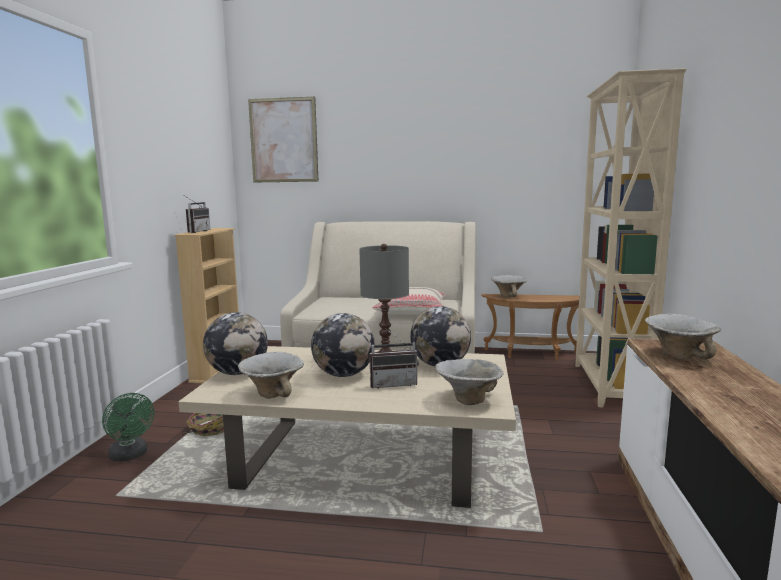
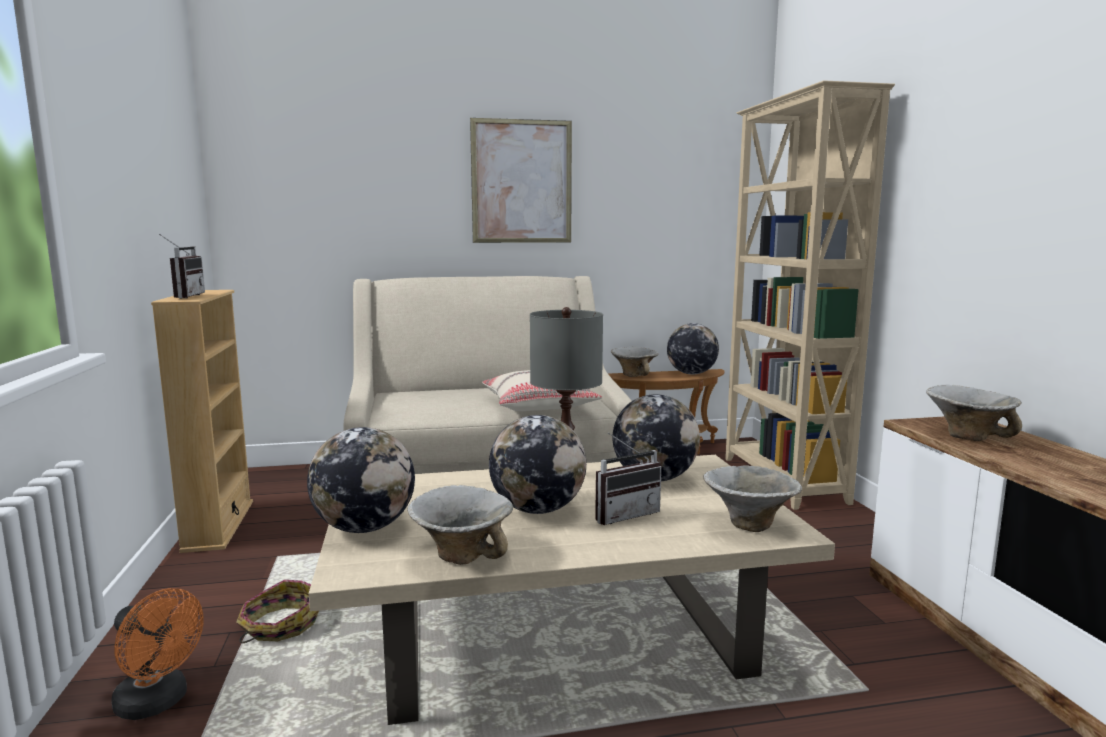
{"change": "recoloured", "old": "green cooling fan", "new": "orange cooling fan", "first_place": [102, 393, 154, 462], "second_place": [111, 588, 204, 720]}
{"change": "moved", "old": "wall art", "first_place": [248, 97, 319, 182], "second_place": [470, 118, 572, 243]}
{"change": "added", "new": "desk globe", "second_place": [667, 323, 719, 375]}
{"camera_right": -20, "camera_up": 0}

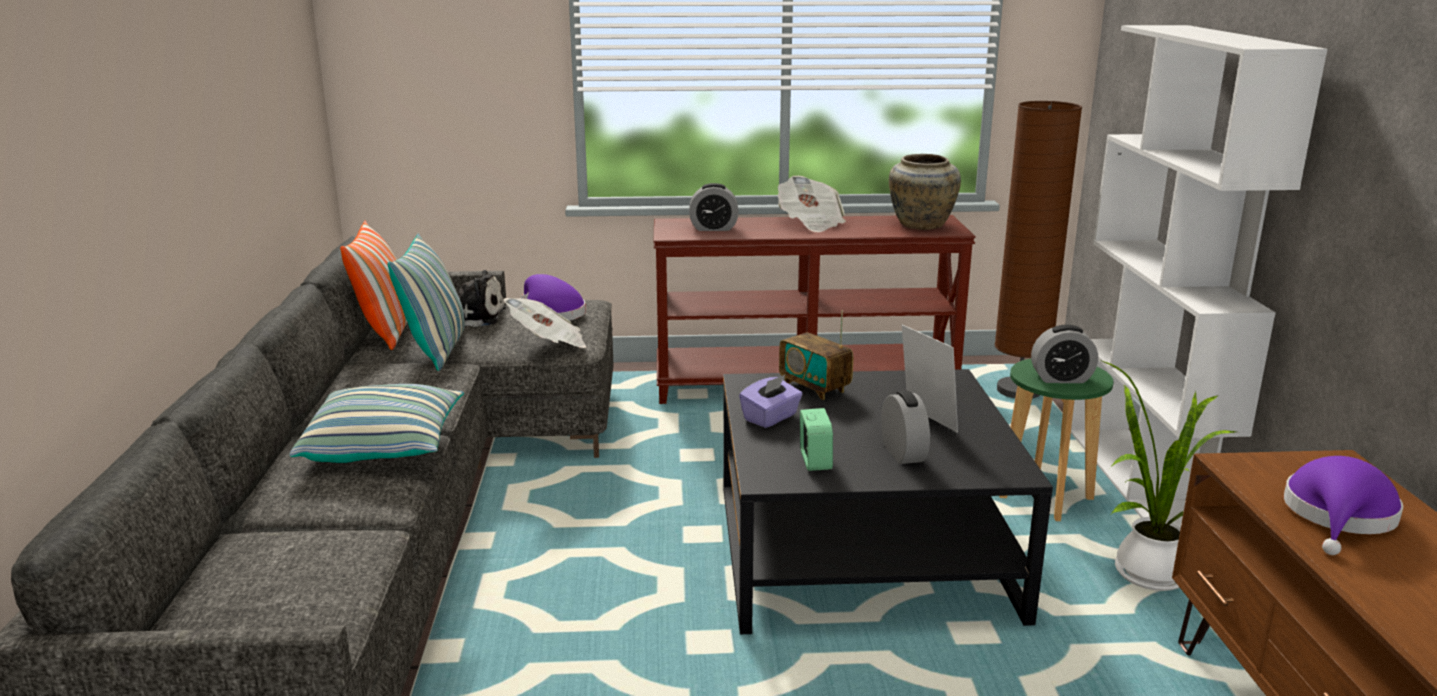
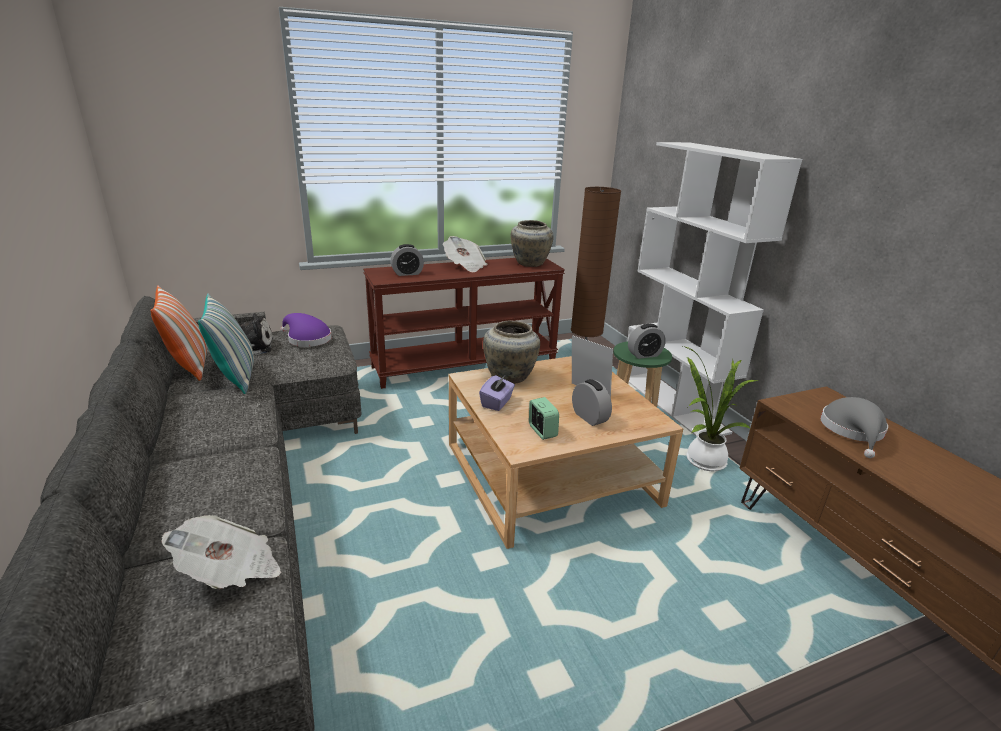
{"change": "removed", "old": "cushion", "first_place": [290, 384, 464, 463]}
{"change": "moved", "old": "daily paper", "first_place": [504, 298, 587, 348], "second_place": [162, 515, 281, 589]}
{"change": "recoloured", "old": "black low table", "new": "beige low table", "first_place": [723, 369, 1053, 634], "second_place": [449, 356, 683, 549]}
{"change": "replaced", "old": "radio receiver", "new": "beige vase", "first_place": [779, 310, 853, 400], "second_place": [483, 321, 540, 384]}
{"change": "recoloured", "old": "purple clothing hat", "new": "grey clothing hat", "first_place": [1284, 456, 1403, 555], "second_place": [820, 397, 888, 458]}
{"camera_right": -20, "camera_up": 5}

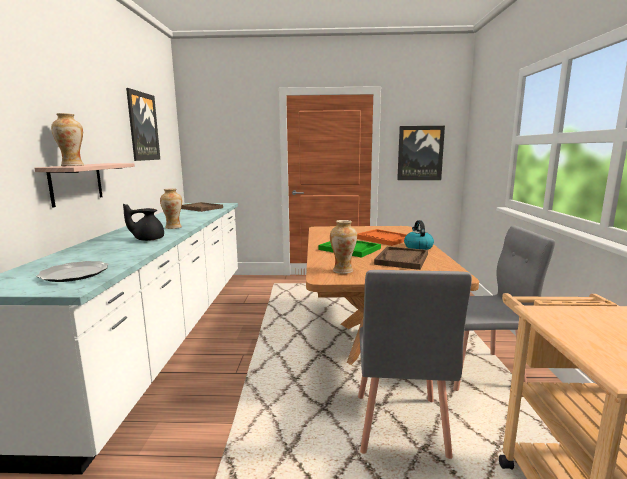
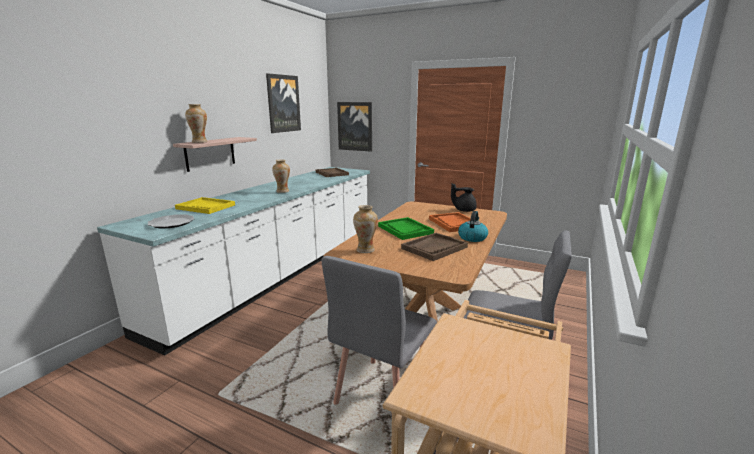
{"change": "moved", "old": "black pot for tea", "first_place": [123, 204, 164, 241], "second_place": [451, 183, 477, 212]}
{"change": "moved", "old": "wall art", "first_place": [397, 126, 445, 180], "second_place": [337, 102, 372, 152]}
{"change": "added", "new": "yellow tray", "second_place": [175, 197, 235, 214]}
{"camera_right": 25, "camera_up": 5}

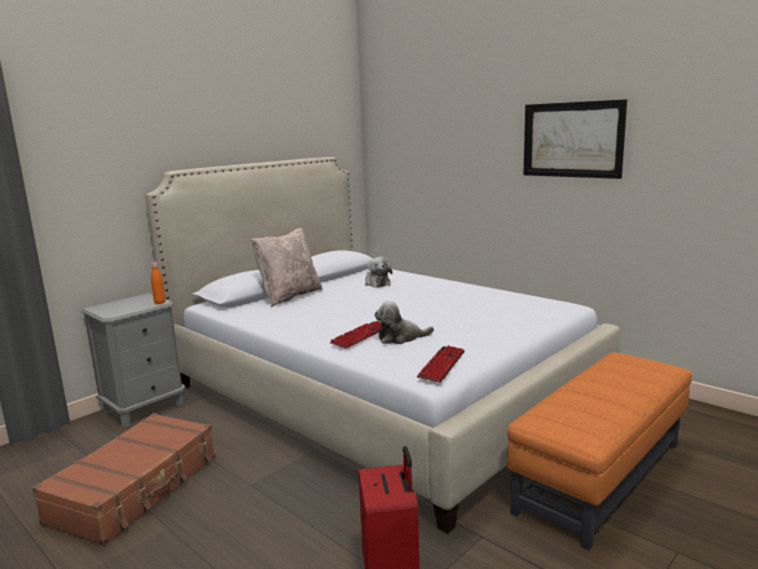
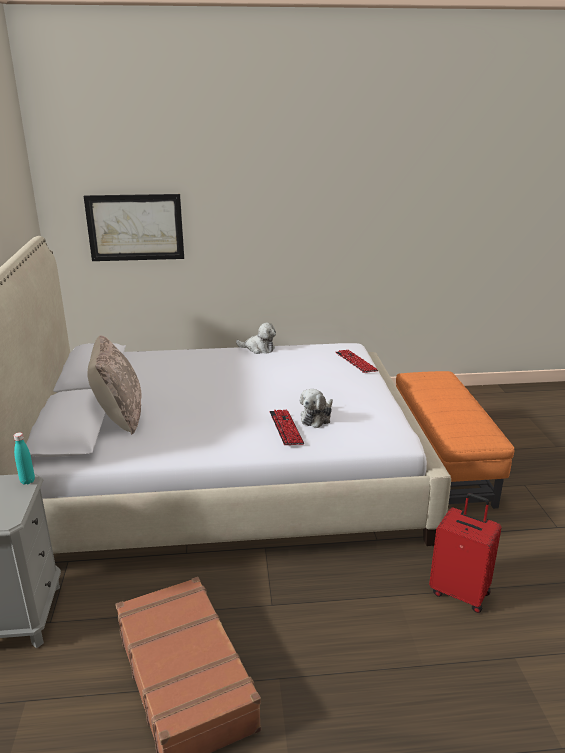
{"change": "recoloured", "old": "orange drink bottle", "new": "turquoise-coloured drink bottle", "first_place": [151, 262, 165, 304], "second_place": [14, 432, 35, 485]}
{"change": "moved", "old": "cuddly toy", "first_place": [365, 257, 393, 287], "second_place": [236, 322, 276, 354]}
{"change": "moved", "old": "computer keyboard", "first_place": [417, 345, 465, 383], "second_place": [335, 350, 378, 373]}
{"change": "moved", "old": "wall art", "first_place": [523, 99, 627, 179], "second_place": [84, 194, 184, 261]}
{"camera_right": -50, "camera_up": 10}

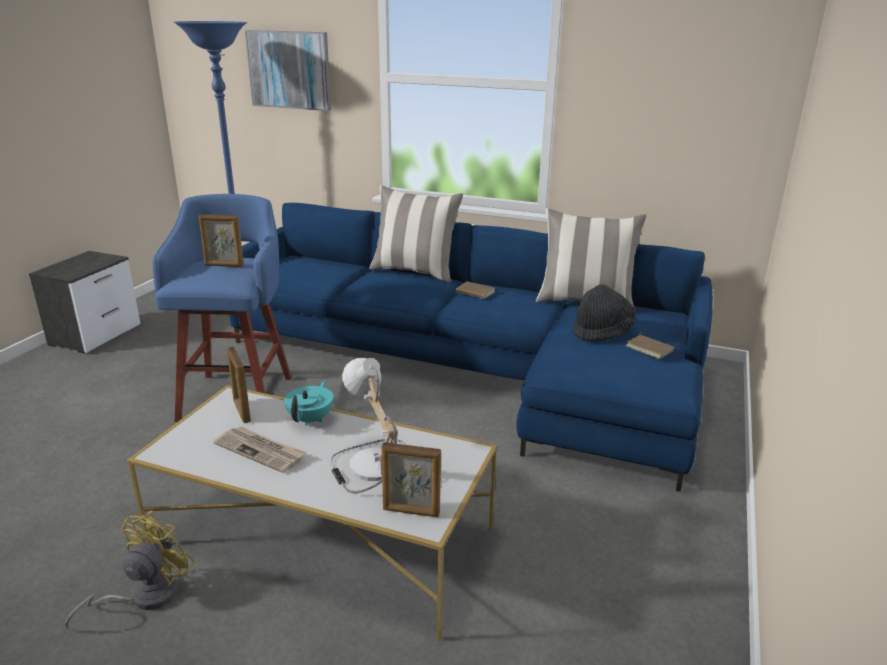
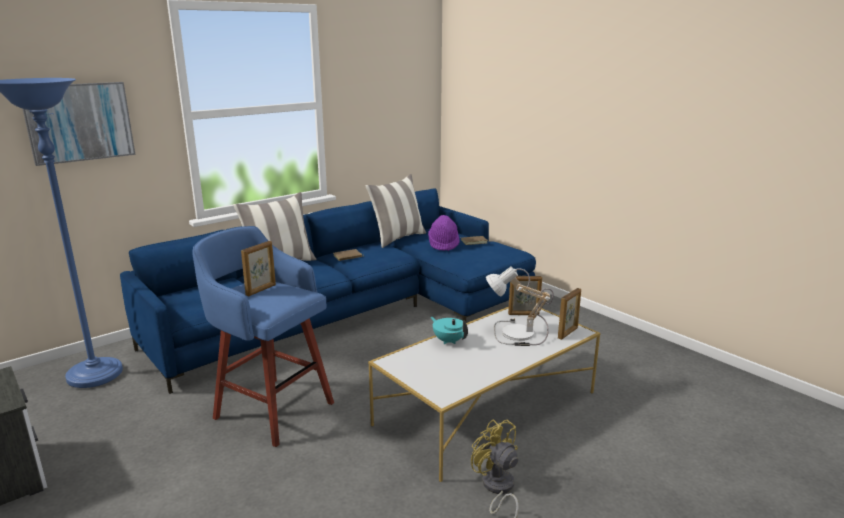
{"change": "removed", "old": "daily paper", "first_place": [214, 426, 305, 473]}
{"change": "moved", "old": "photo frame", "first_place": [227, 347, 251, 423], "second_place": [508, 276, 542, 315]}
{"change": "recoloured", "old": "black clothing hat", "new": "purple clothing hat", "first_place": [573, 284, 636, 341], "second_place": [428, 215, 460, 251]}
{"camera_right": -60, "camera_up": -5}

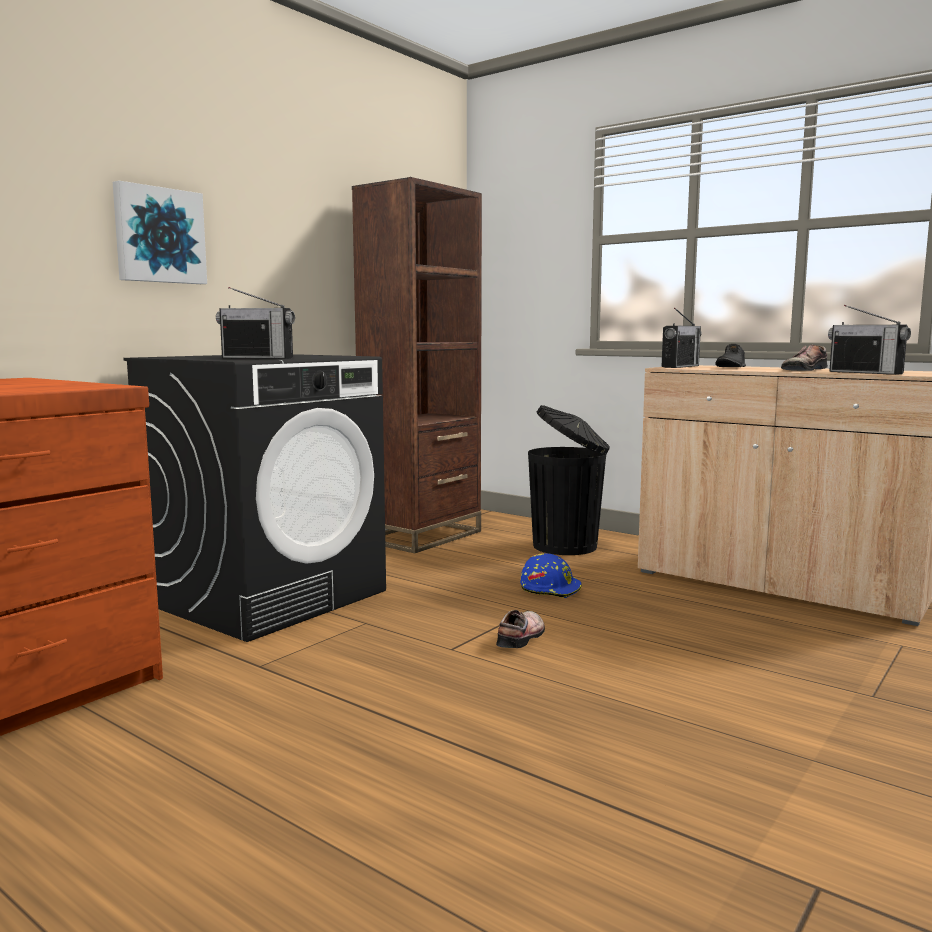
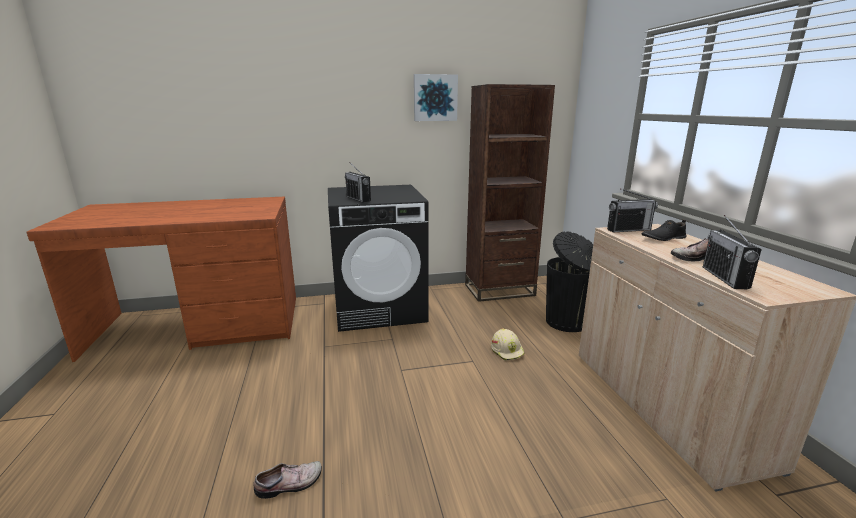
{"change": "moved", "old": "wall art", "first_place": [113, 181, 207, 284], "second_place": [414, 74, 458, 121]}
{"change": "moved", "old": "shoe", "first_place": [496, 610, 545, 648], "second_place": [254, 461, 322, 499]}
{"change": "recoloured", "old": "blue-coloured hard hat", "new": "beige hard hat", "first_place": [520, 553, 582, 598], "second_place": [491, 329, 525, 361]}
{"camera_right": 40, "camera_up": 10}

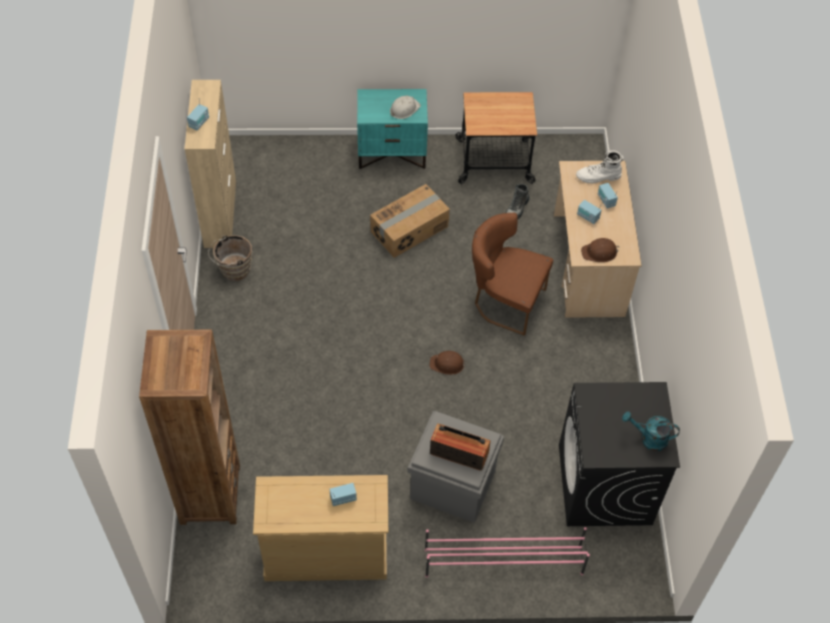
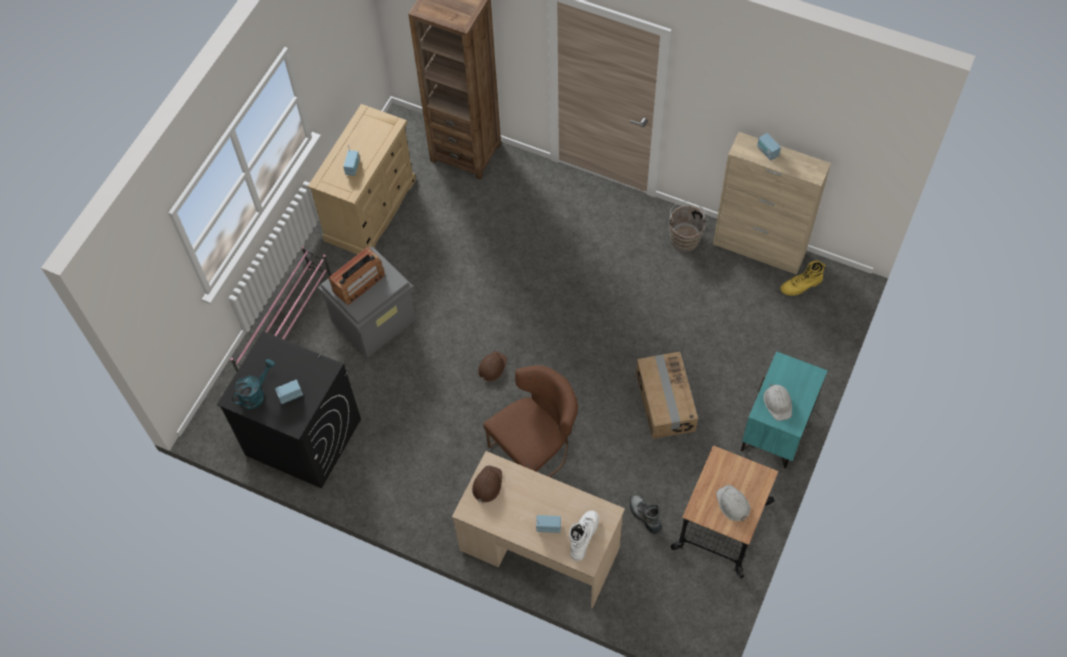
{"change": "moved", "old": "radio receiver", "first_place": [577, 200, 602, 224], "second_place": [275, 379, 303, 404]}
{"change": "added", "new": "whitish hard hat", "second_place": [716, 485, 750, 521]}
{"change": "added", "new": "yellow boot", "second_place": [780, 260, 826, 296]}
{"camera_right": 120, "camera_up": 5}

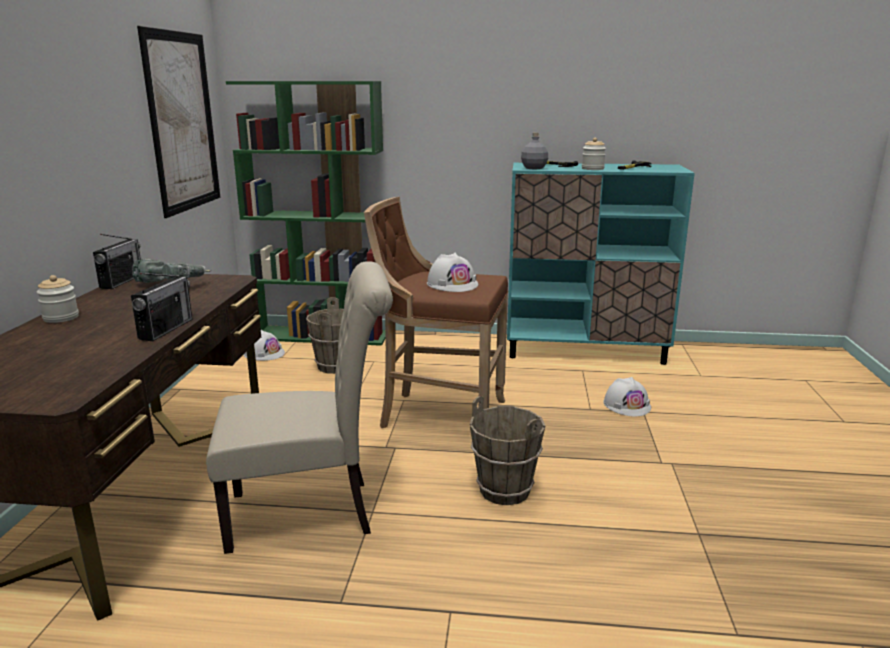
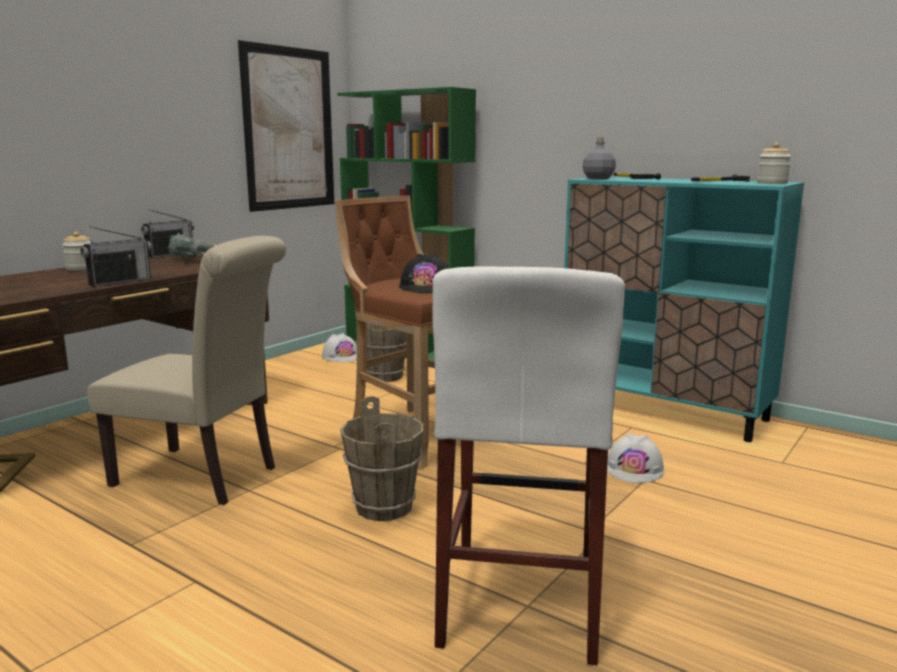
{"change": "recoloured", "old": "whitish hard hat", "new": "black hard hat", "first_place": [427, 253, 478, 292], "second_place": [399, 254, 449, 293]}
{"change": "moved", "old": "preserve jar", "first_place": [582, 138, 606, 170], "second_place": [757, 143, 791, 184]}
{"change": "added", "new": "whitish stool", "second_place": [432, 266, 625, 665]}
{"camera_right": 30, "camera_up": -5}

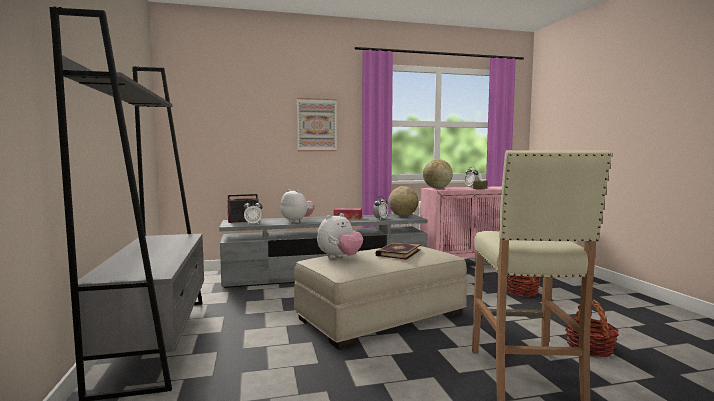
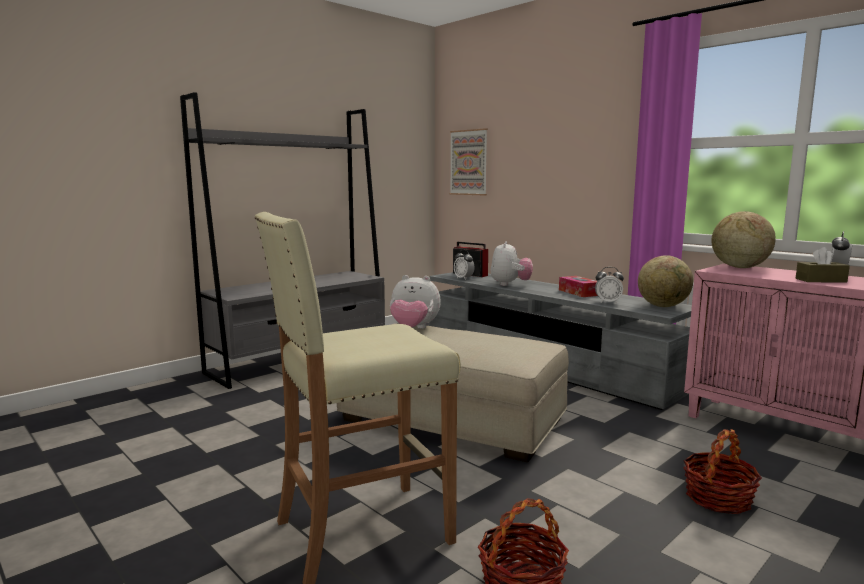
{"change": "moved", "old": "wall art", "first_place": [297, 98, 337, 151], "second_place": [450, 128, 488, 195]}
{"change": "removed", "old": "volume", "first_place": [375, 242, 421, 260]}
{"camera_right": 60, "camera_up": 5}

